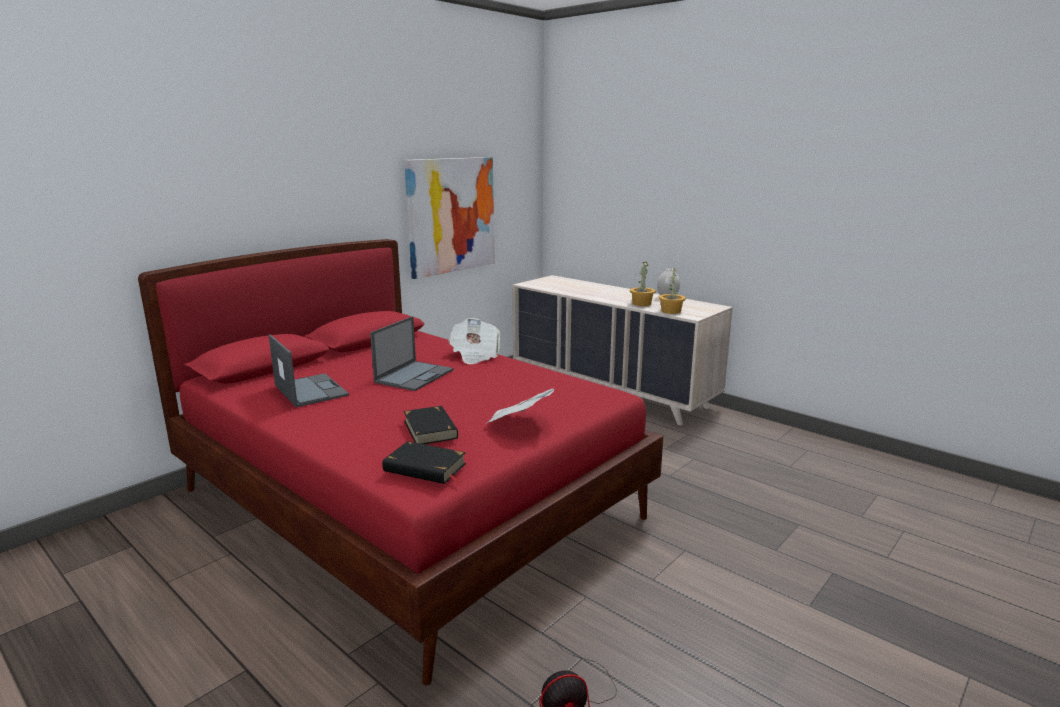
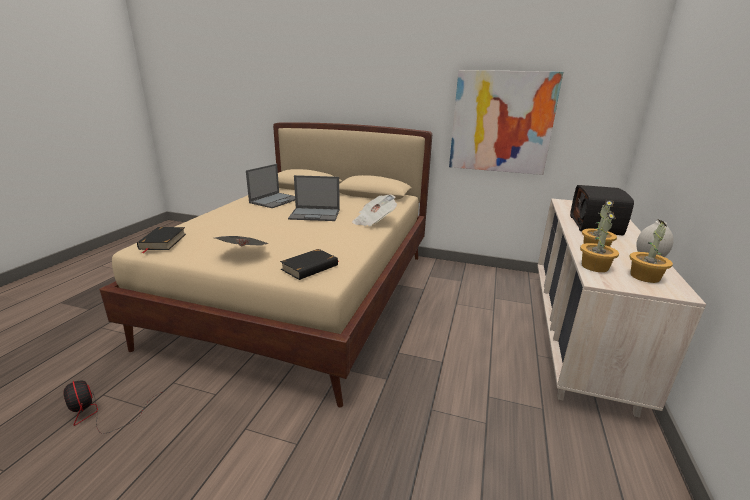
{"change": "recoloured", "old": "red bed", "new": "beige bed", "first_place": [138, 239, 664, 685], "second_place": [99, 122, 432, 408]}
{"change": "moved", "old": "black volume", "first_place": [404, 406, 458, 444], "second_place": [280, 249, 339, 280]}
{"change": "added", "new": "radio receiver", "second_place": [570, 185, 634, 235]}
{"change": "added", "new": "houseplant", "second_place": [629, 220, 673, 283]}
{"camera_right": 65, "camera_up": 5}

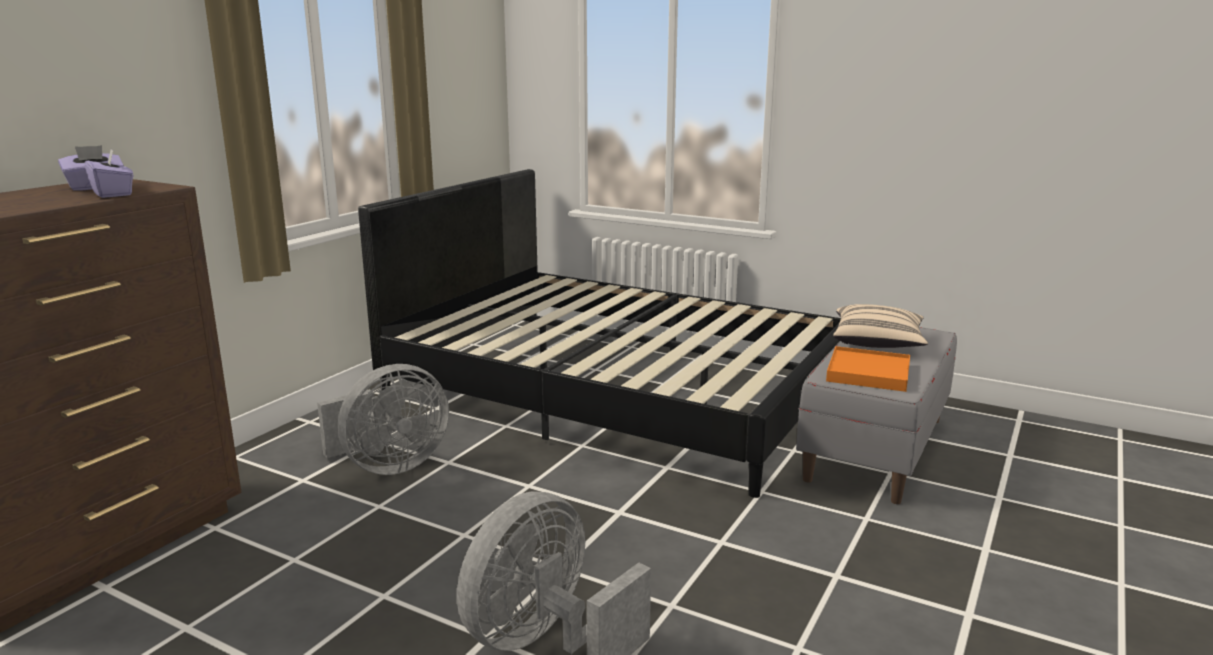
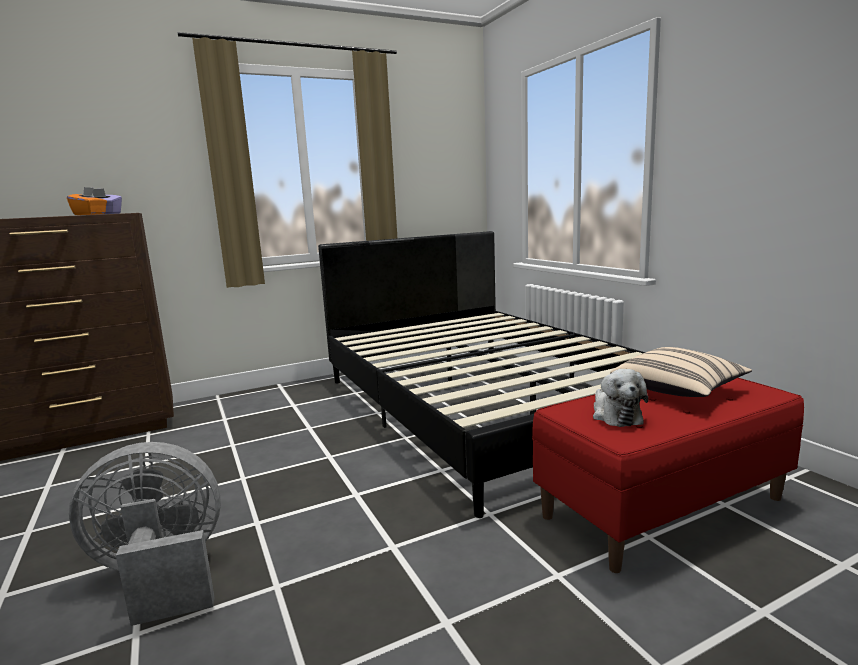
{"change": "recoloured", "old": "purple tissue box", "new": "orange tissue box", "first_place": [84, 150, 134, 198], "second_place": [67, 187, 107, 215]}
{"change": "removed", "old": "grey cooling fan", "first_place": [317, 364, 449, 475]}
{"change": "recoloured", "old": "grey bench", "new": "red bench", "first_place": [796, 327, 957, 504], "second_place": [532, 378, 804, 573]}
{"change": "replaced", "old": "orange tray", "new": "cuddly toy", "first_place": [826, 346, 910, 392], "second_place": [593, 369, 648, 427]}
{"camera_right": 35, "camera_up": -5}

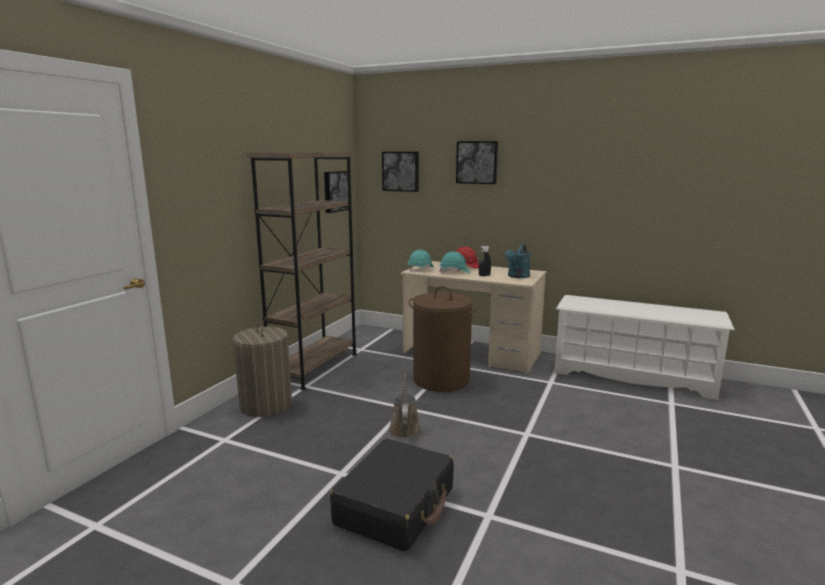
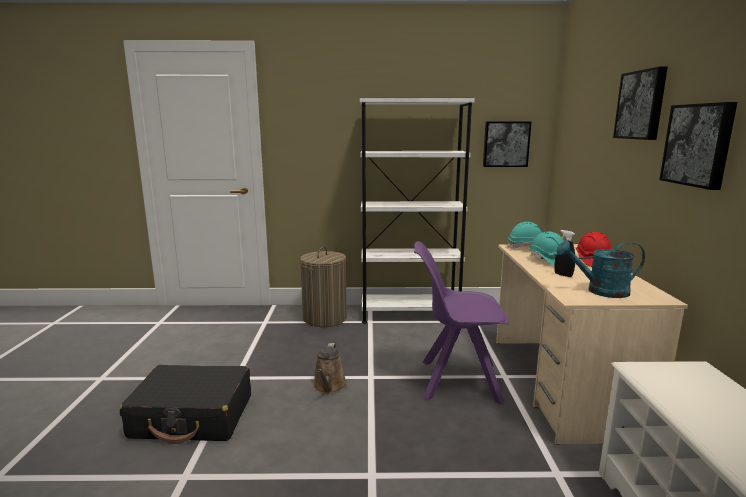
{"change": "recoloured", "old": "brown bookcase", "new": "whitish bookcase", "first_place": [247, 153, 357, 390], "second_place": [360, 98, 475, 324]}
{"change": "moved", "old": "wall art", "first_place": [382, 152, 419, 192], "second_place": [659, 102, 737, 190]}
{"change": "turned", "old": "brown watering pot", "first_place": [388, 373, 421, 438], "second_place": [313, 343, 347, 394], "degrees": 120}
{"change": "replaced", "old": "brown hamper", "new": "purple chair", "first_place": [409, 286, 477, 392], "second_place": [414, 241, 509, 404]}
{"camera_right": 65, "camera_up": 0}

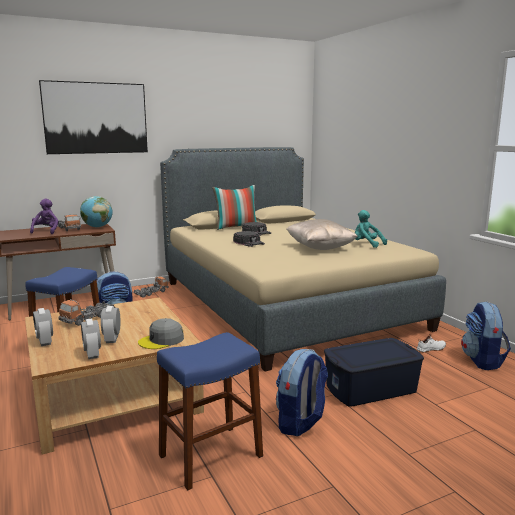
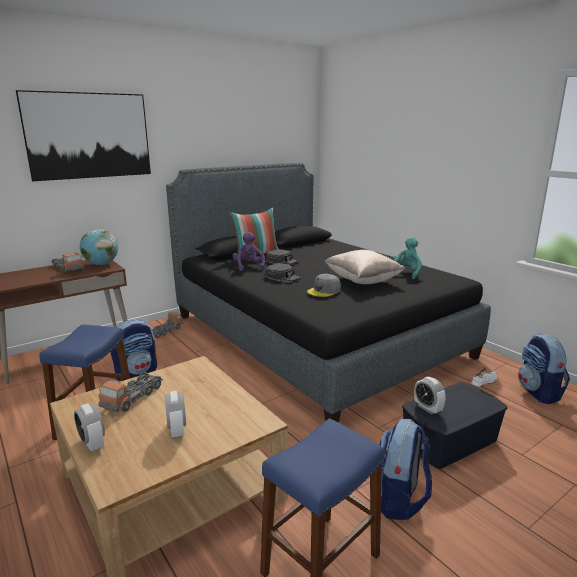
{"change": "moved", "old": "purple cuddly toy", "first_place": [30, 198, 58, 234], "second_place": [232, 232, 265, 271]}
{"change": "moved", "old": "table clock", "first_place": [81, 318, 101, 359], "second_place": [414, 377, 446, 414]}
{"change": "moved", "old": "grey peaked cap", "first_place": [138, 318, 184, 349], "second_place": [307, 274, 341, 297]}
{"change": "recoloured", "old": "beige bed", "new": "black bed", "first_place": [160, 147, 446, 371], "second_place": [166, 163, 491, 422]}
{"change": "turned", "old": "turquoise-coloured cuddly toy", "first_place": [355, 210, 387, 248], "second_place": [393, 237, 422, 279], "degrees": 90}
{"camera_right": -10, "camera_up": 5}

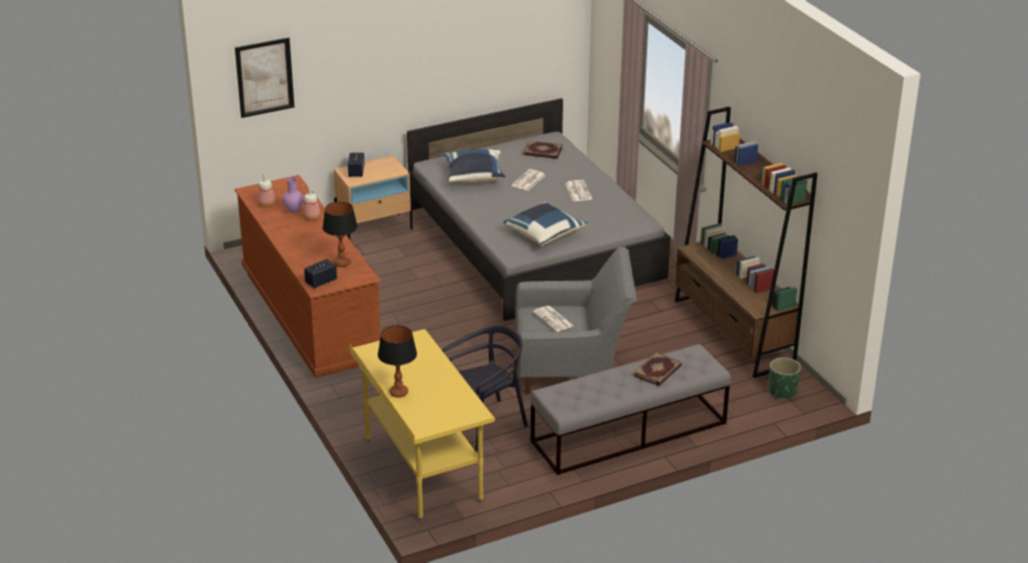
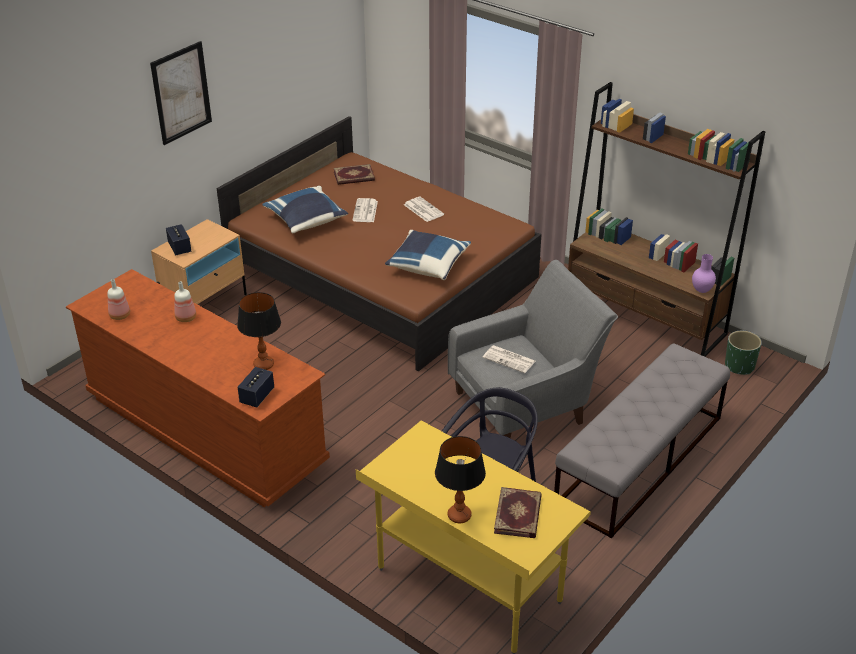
{"change": "moved", "old": "wall art", "first_place": [235, 37, 294, 118], "second_place": [150, 41, 212, 145]}
{"change": "moved", "old": "purple vase", "first_place": [283, 177, 304, 213], "second_place": [692, 254, 716, 293]}
{"change": "recoloured", "old": "grey bed", "new": "brown bed", "first_place": [407, 98, 670, 321], "second_place": [217, 116, 541, 372]}
{"change": "moved", "old": "volume", "first_place": [634, 352, 682, 386], "second_place": [494, 487, 542, 538]}
{"camera_right": -25, "camera_up": 5}

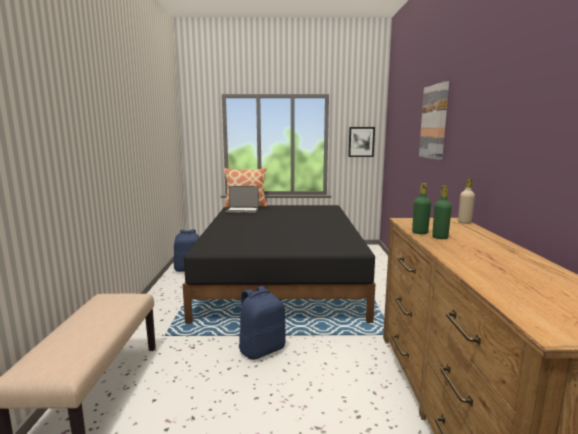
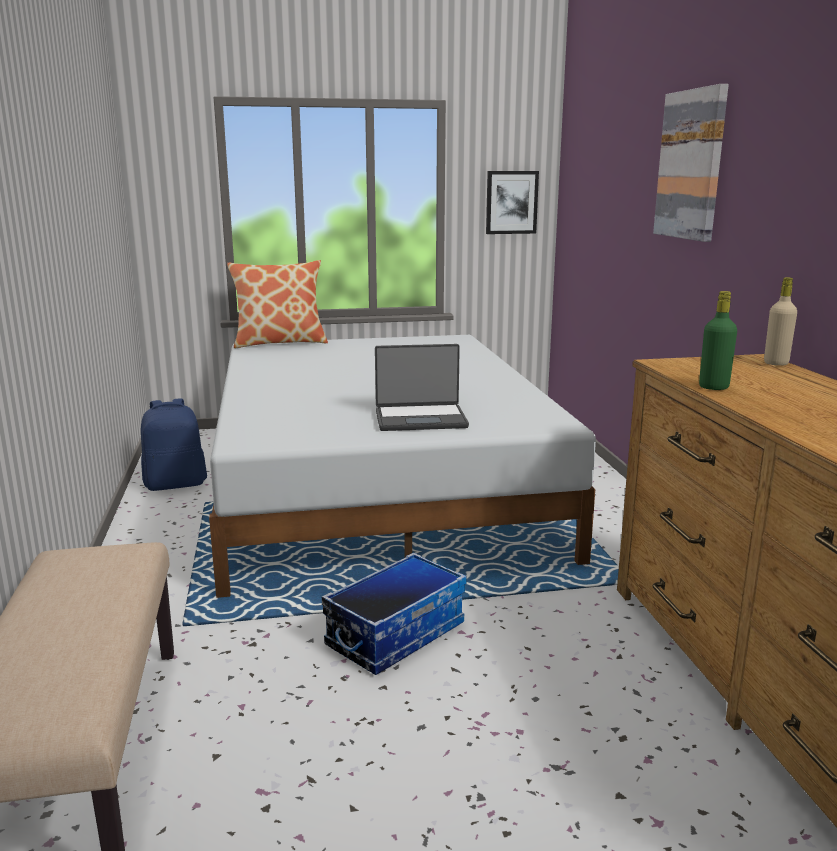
{"change": "recoloured", "old": "black bed", "new": "whitish bed", "first_place": [183, 205, 375, 324], "second_place": [209, 335, 596, 598]}
{"change": "moved", "old": "notebook computer", "first_place": [225, 186, 259, 214], "second_place": [375, 344, 469, 431]}
{"change": "replaced", "old": "blue-coloured backpack", "new": "storage container", "first_place": [239, 286, 285, 360], "second_place": [322, 553, 467, 675]}
{"change": "removed", "old": "green drink bottle", "first_place": [432, 186, 452, 239]}
{"camera_right": -10, "camera_up": 5}

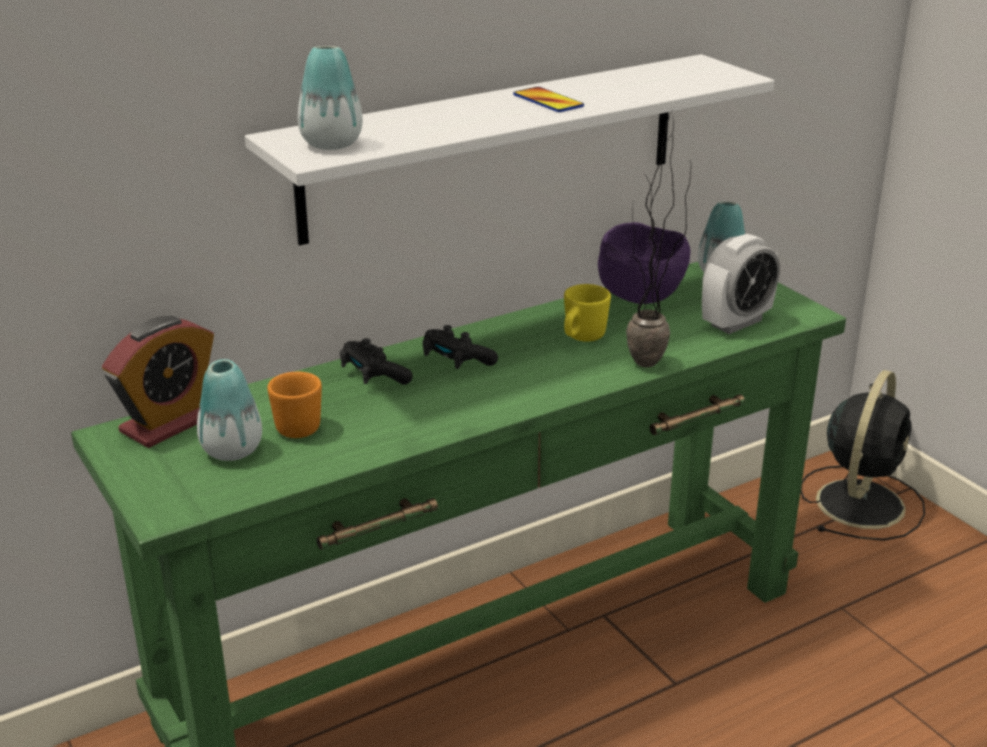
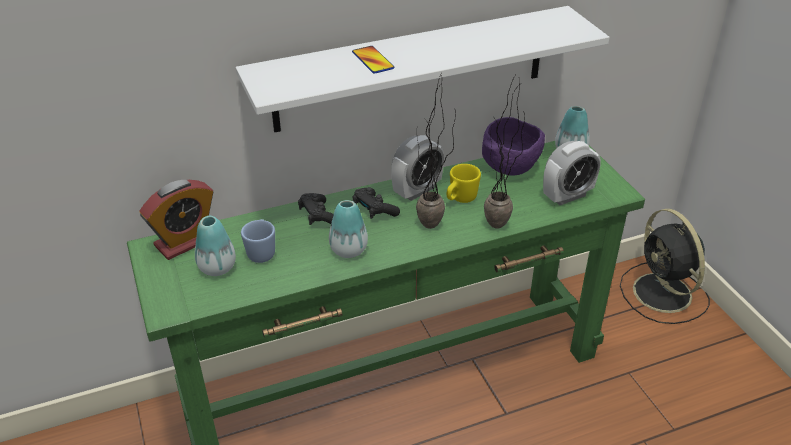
{"change": "recoloured", "old": "orange coffee mug", "new": "blue-coloured coffee mug", "first_place": [267, 372, 322, 438], "second_place": [241, 219, 275, 263]}
{"change": "moved", "old": "vase", "first_place": [298, 46, 363, 150], "second_place": [329, 200, 368, 258]}
{"change": "moved", "old": "phone", "first_place": [513, 87, 584, 112], "second_place": [352, 46, 394, 74]}
{"change": "turned", "old": "black cooling fan", "first_place": [800, 370, 925, 541], "second_place": [620, 209, 710, 324], "degrees": 120}
{"change": "added", "new": "table clock", "second_place": [391, 135, 444, 201]}
{"change": "added", "new": "houseplant", "second_place": [416, 71, 456, 229]}
{"camera_right": 10, "camera_up": 10}

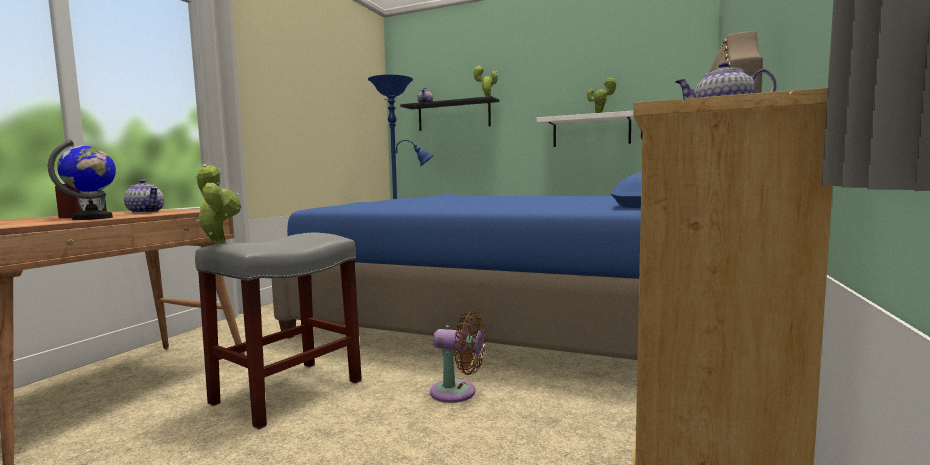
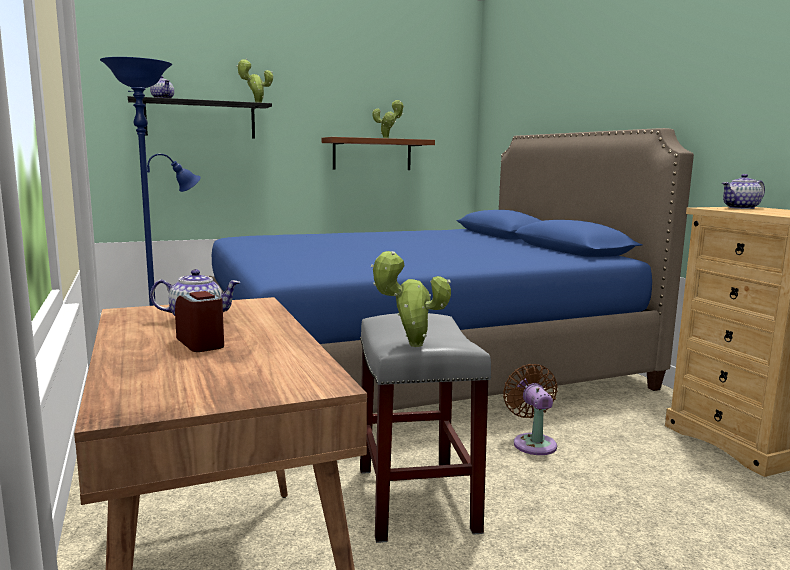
{"change": "removed", "old": "desk globe", "first_place": [48, 139, 116, 220]}
{"change": "turned", "old": "brown cooling fan", "first_place": [430, 311, 486, 403], "second_place": [503, 364, 558, 455], "degrees": -75}
{"change": "recoloured", "old": "whitish bracket shelf", "new": "brown bracket shelf", "first_place": [537, 111, 635, 147], "second_place": [322, 137, 435, 170]}
{"camera_right": -45, "camera_up": 5}

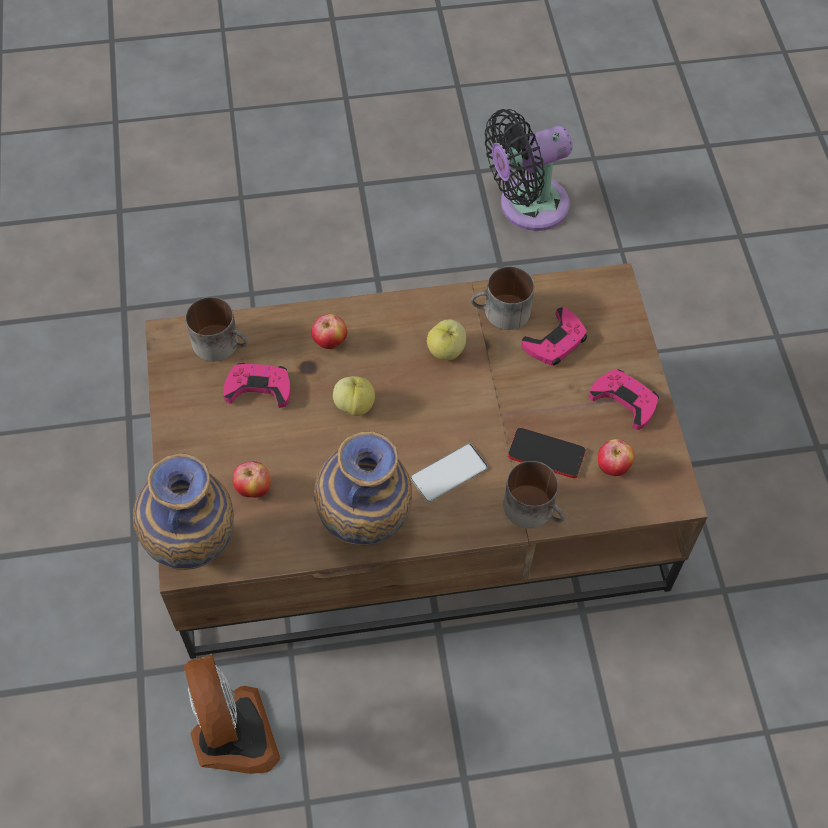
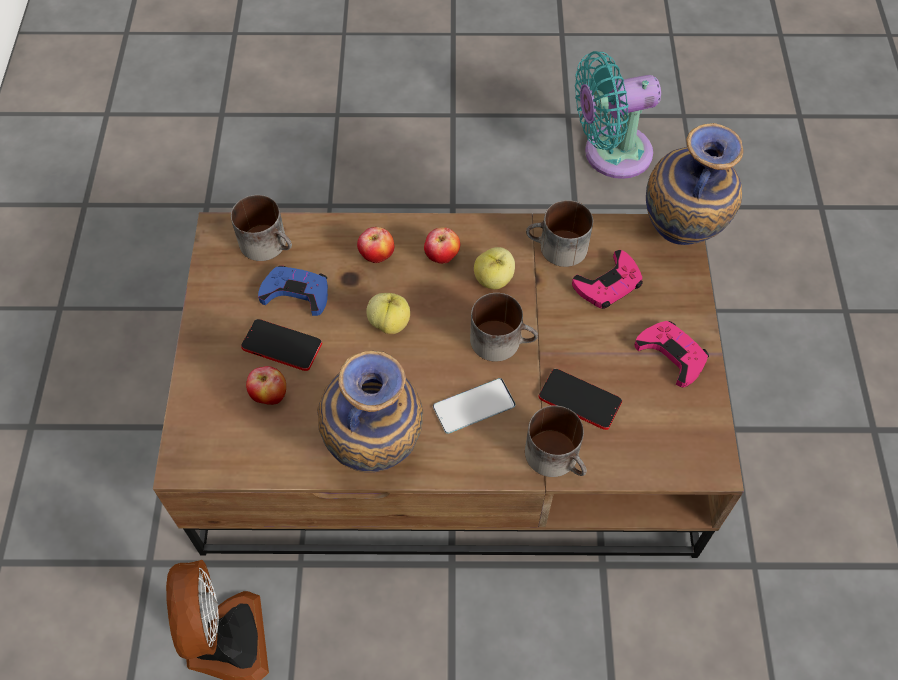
{"change": "moved", "old": "vase", "first_place": [133, 453, 234, 570], "second_place": [646, 123, 743, 245]}
{"change": "recoloured", "old": "pink-coloured game controller", "new": "blue-coloured game controller", "first_place": [223, 363, 291, 408], "second_place": [258, 265, 328, 316]}
{"change": "recoloured", "old": "black cooling fan", "new": "turquoise-coloured cooling fan", "first_place": [485, 109, 572, 231], "second_place": [575, 51, 661, 179]}
{"change": "moved", "old": "whole apple", "first_place": [598, 439, 635, 476], "second_place": [424, 227, 460, 264]}
{"change": "added", "new": "phone", "second_place": [241, 319, 322, 371]}
{"change": "added", "new": "coffee mug", "second_place": [470, 293, 538, 362]}
{"camera_right": 10, "camera_up": 0}

